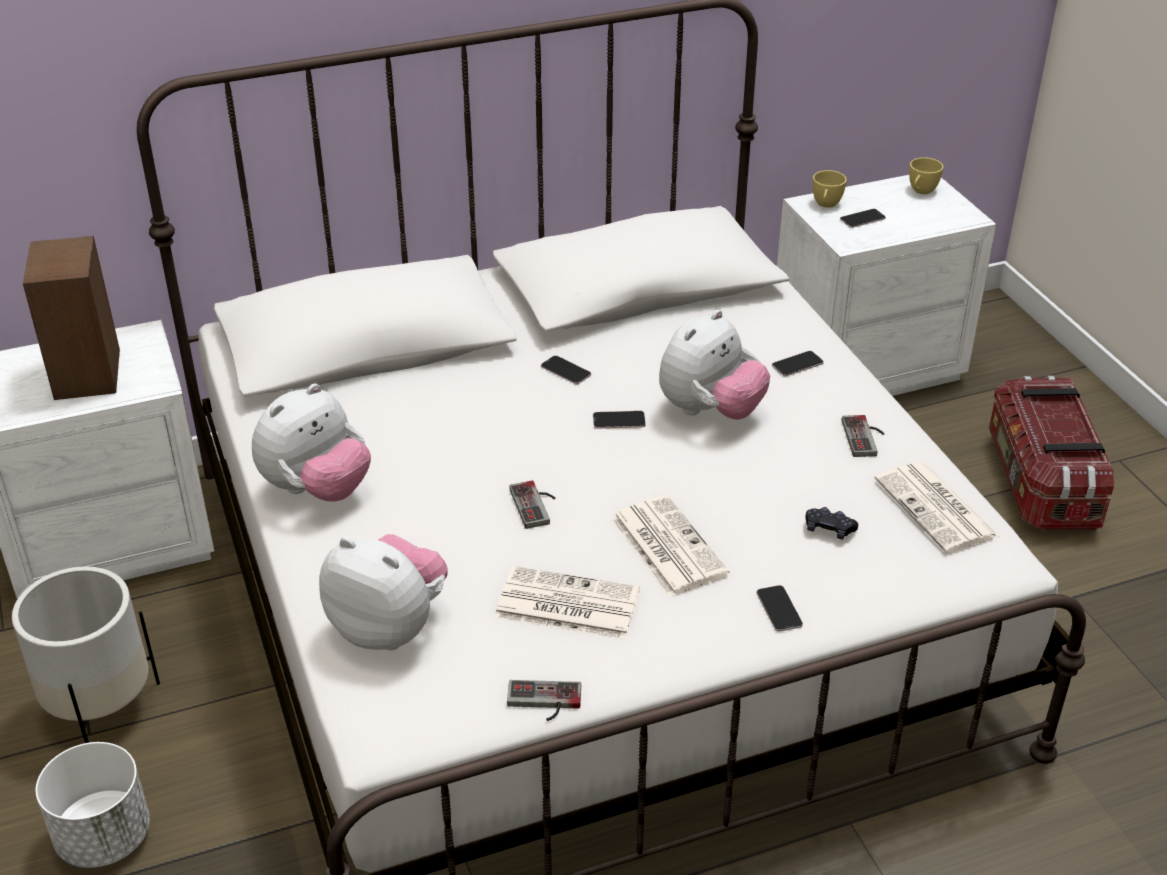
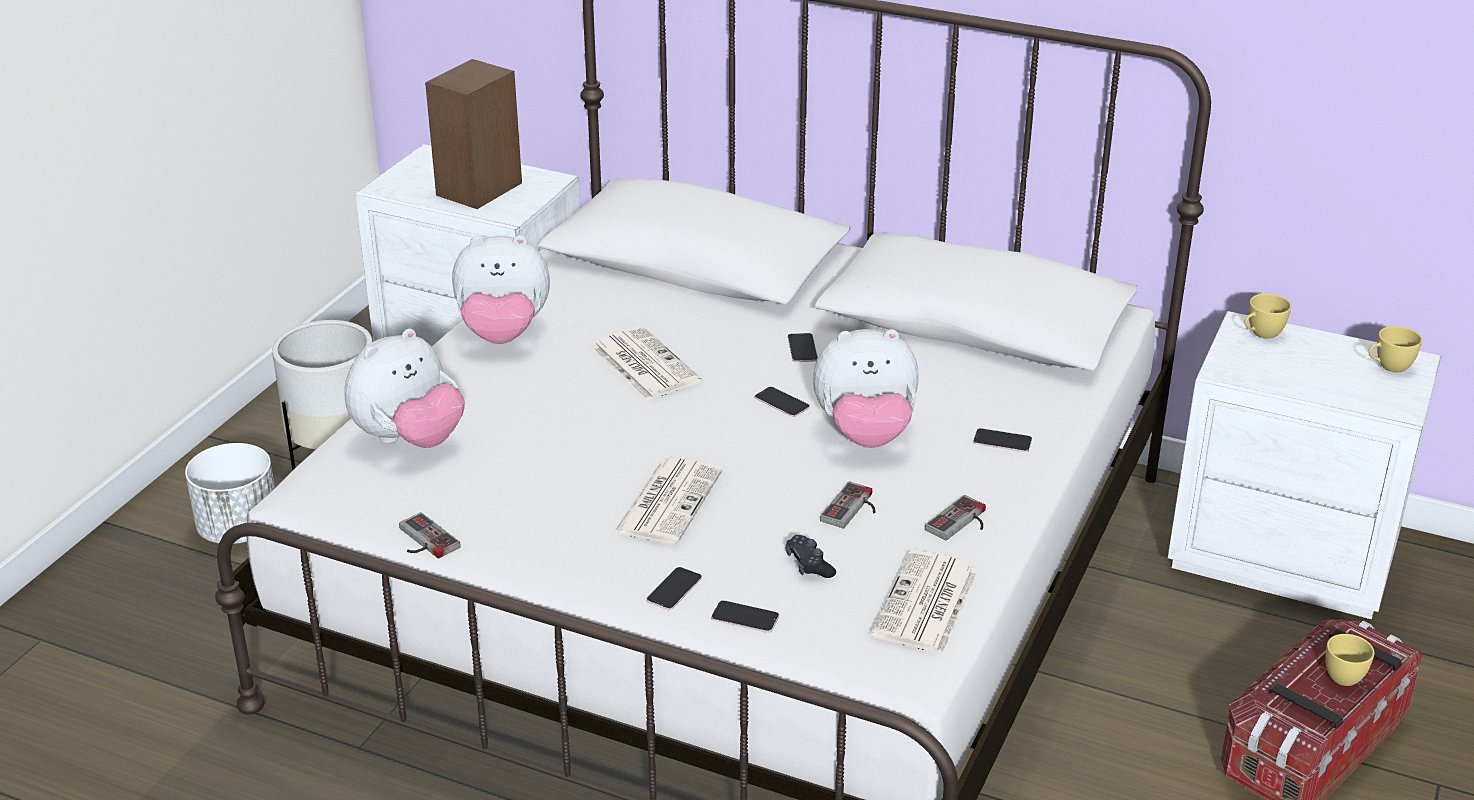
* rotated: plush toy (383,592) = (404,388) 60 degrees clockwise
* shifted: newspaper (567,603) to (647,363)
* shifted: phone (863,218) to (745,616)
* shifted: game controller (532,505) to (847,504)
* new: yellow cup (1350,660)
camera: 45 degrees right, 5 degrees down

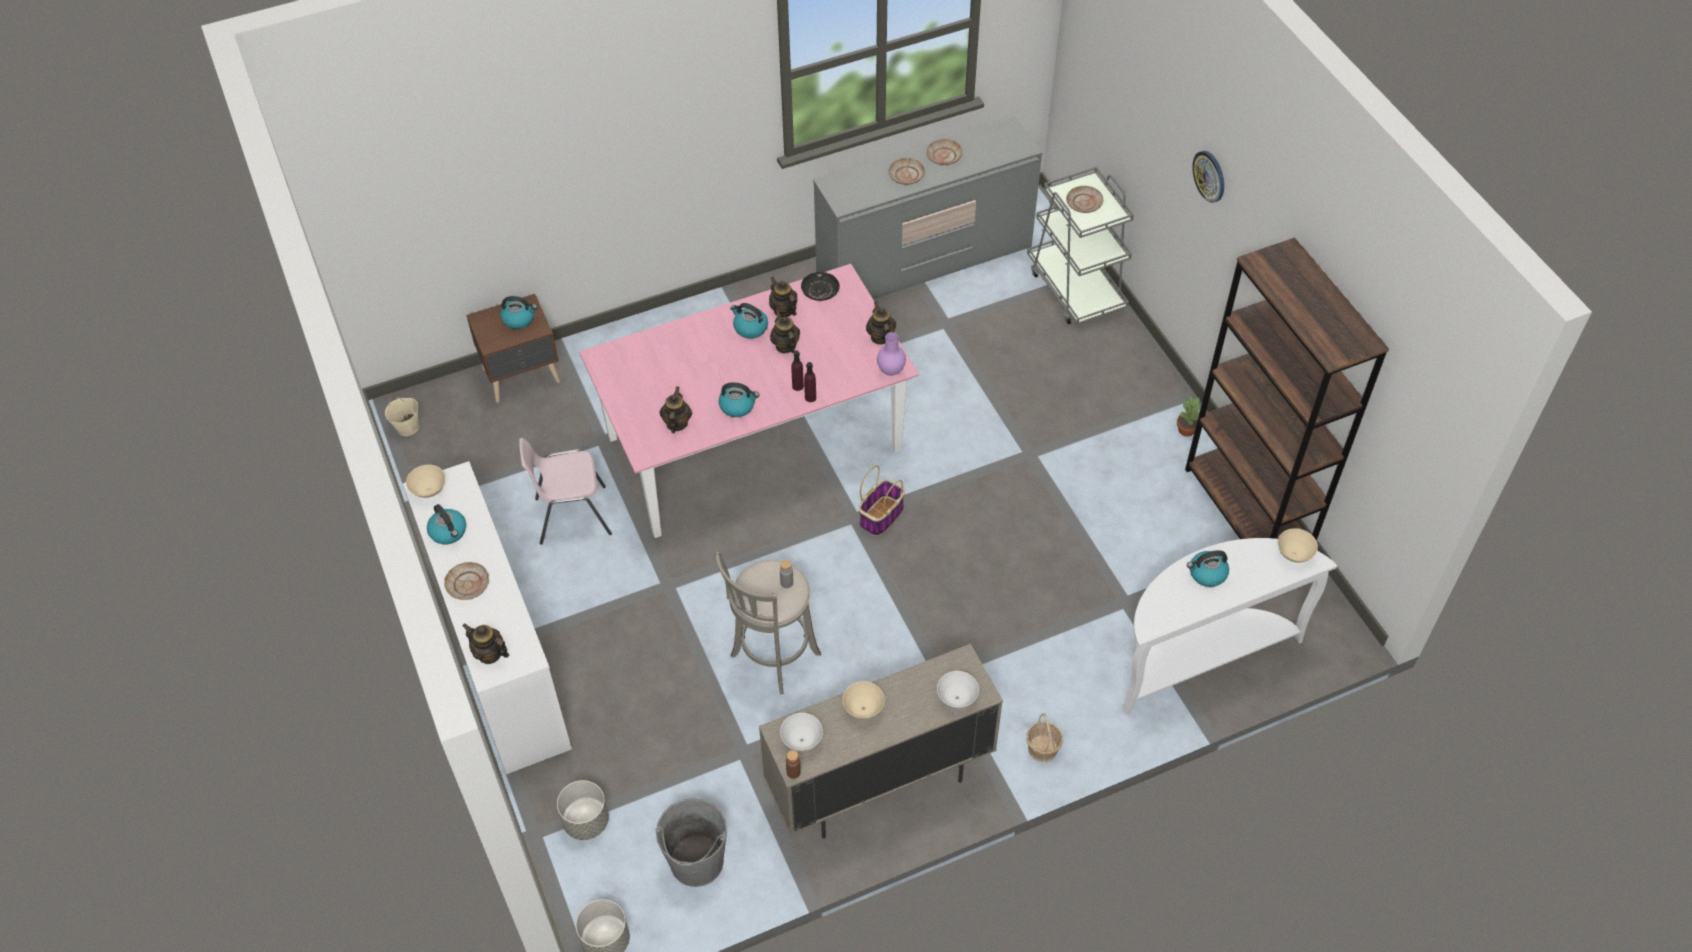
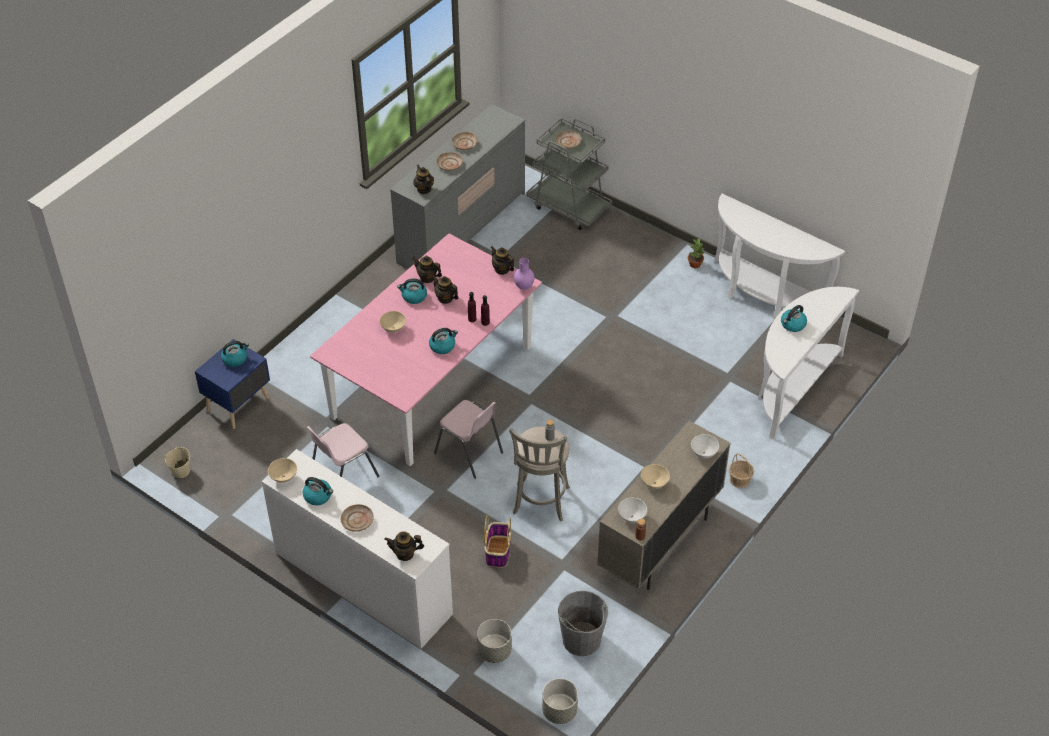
* repainted: brown nightstand (513,348) to blue nightstand (232,384)
* shifted: beige bowl (1298,545) to (393,322)
* shifted: teapot (676,409) to (423,179)
* new: pink chair (468,439)
* shifted: basket (881,500) to (497,541)
* swapped: brown bookcase (1287,389) to white console table (779,256)
* gone: black plate (820,286)
* gone: wall clock (1208,177)
camera: 30 degrees left, 5 degrees down

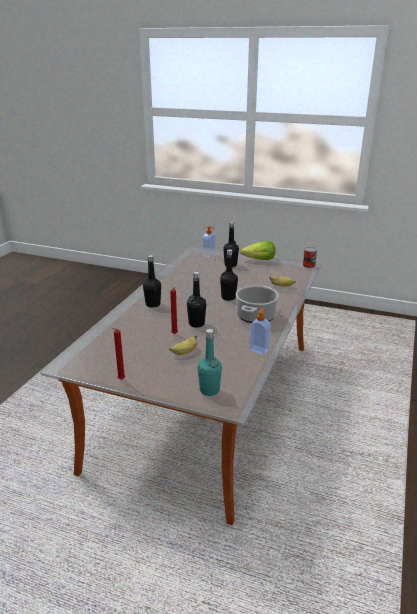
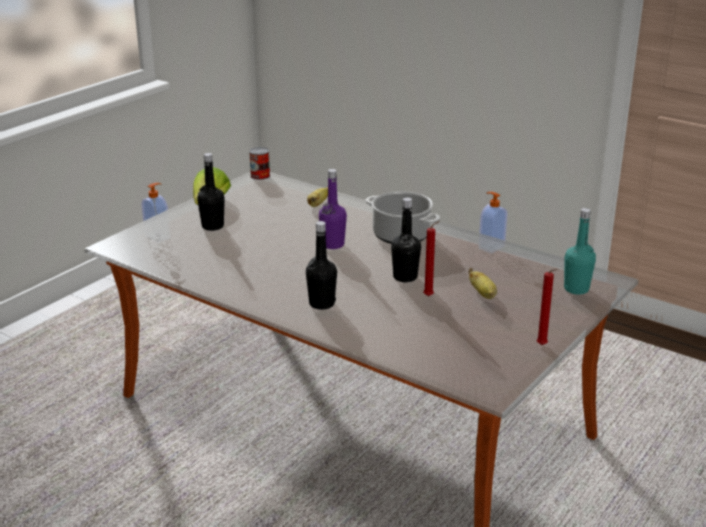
* repainted: black bottle (229,275) to purple bottle (333,209)
camera: 75 degrees left, 0 degrees up

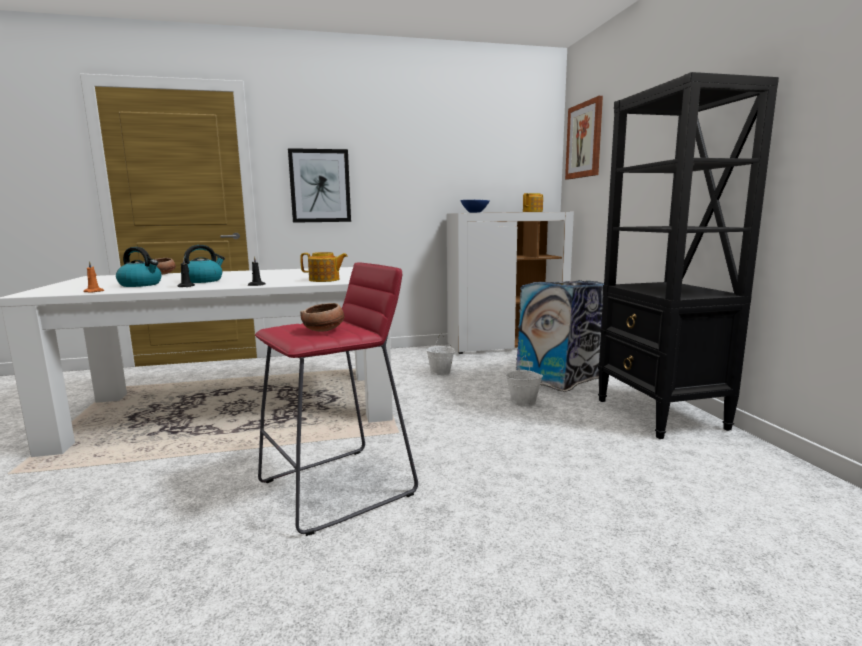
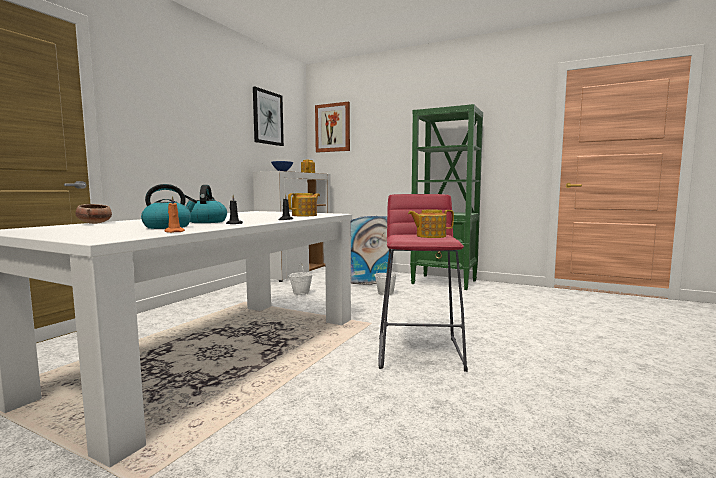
* shifted: picture (319,185) to (268,116)
* swapped: bowl (322,317) to teapot (431,224)
* repainted: black bookcase (688,255) to green bookcase (446,197)
camera: 50 degrees left, 5 degrees down

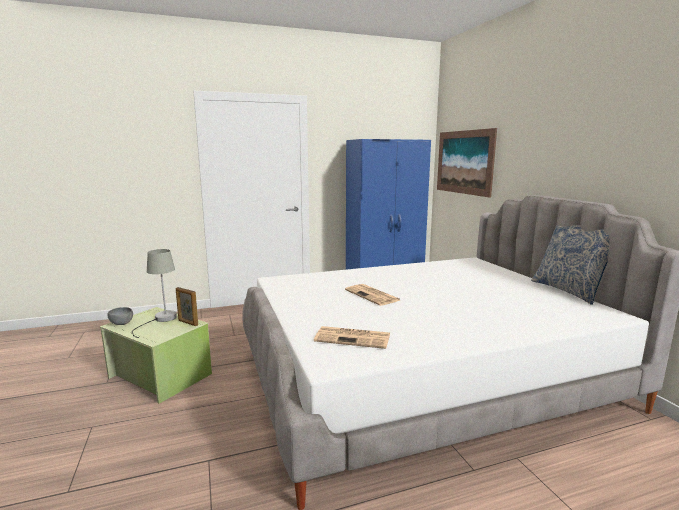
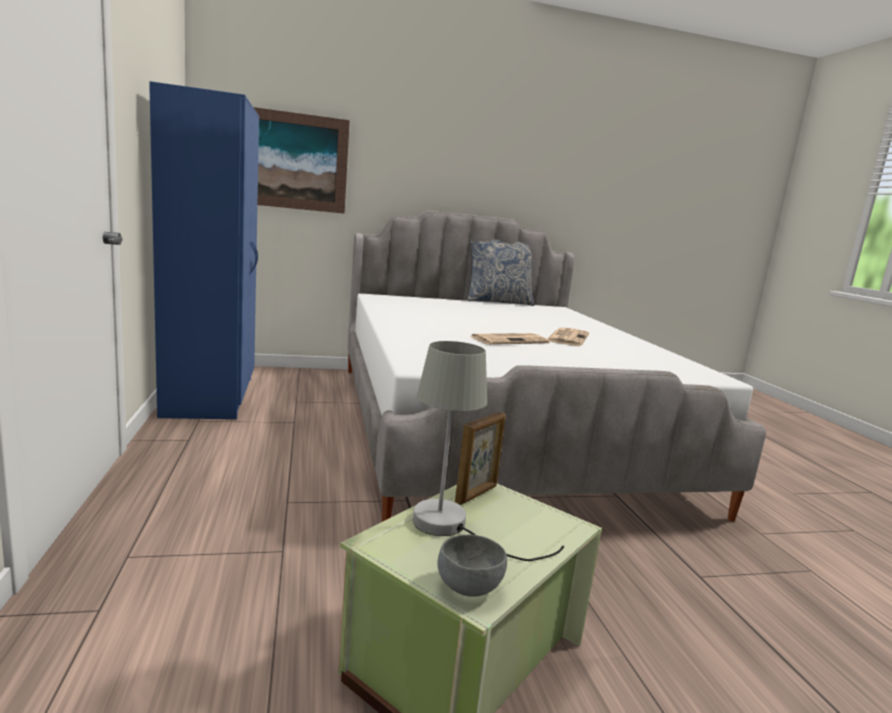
* shifted: newspaper (352,337) to (568,336)
camera: 85 degrees left, 0 degrees up

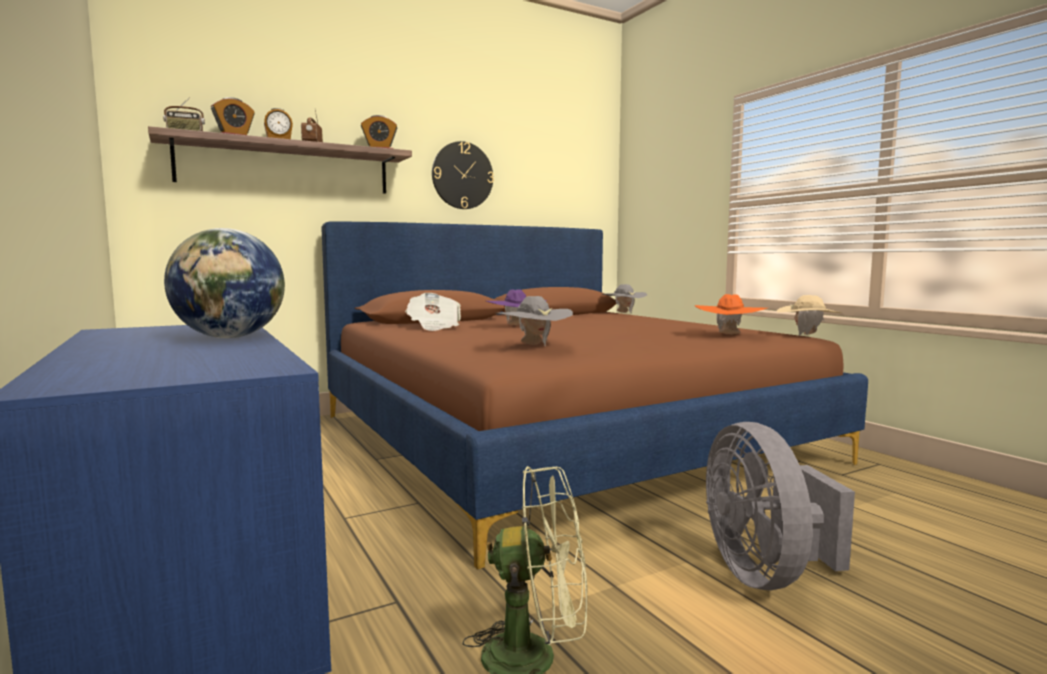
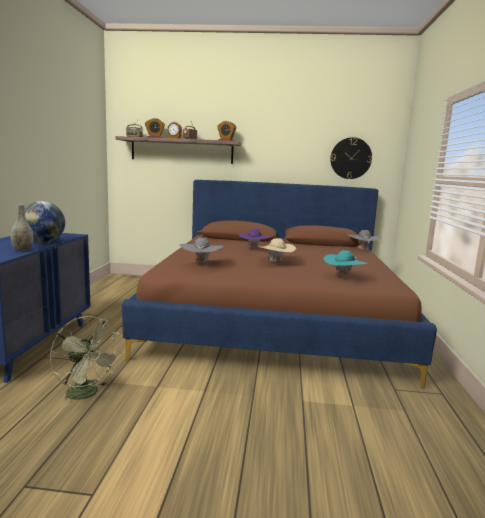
* new: grey vase (22,228)
* shifted: beige hat (809,315) to (278,250)
* repainted: orange hat (731,314) to turquoise hat (345,264)
* shifted: wall clock (463,175) to (351,158)
* gone: newspaper (433,312)
* gone: grey fan (780,506)
camera: 35 degrees right, 5 degrees up

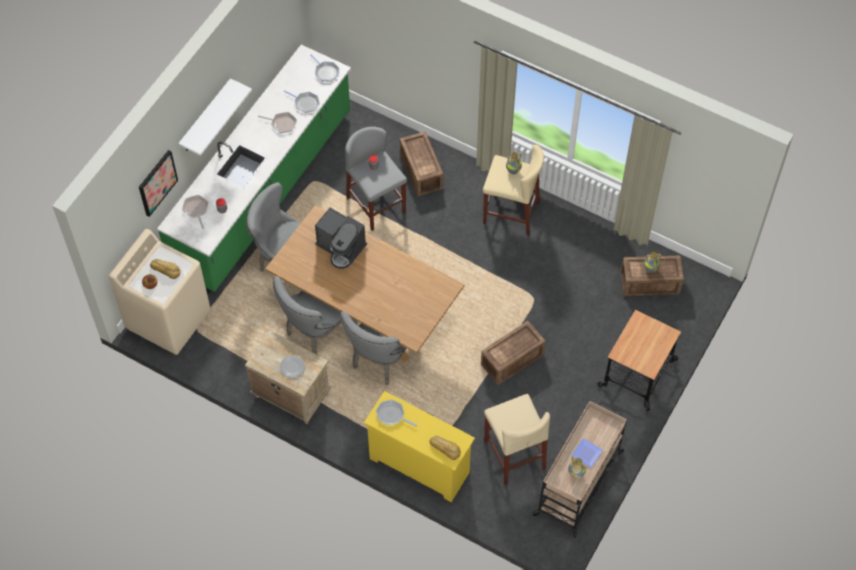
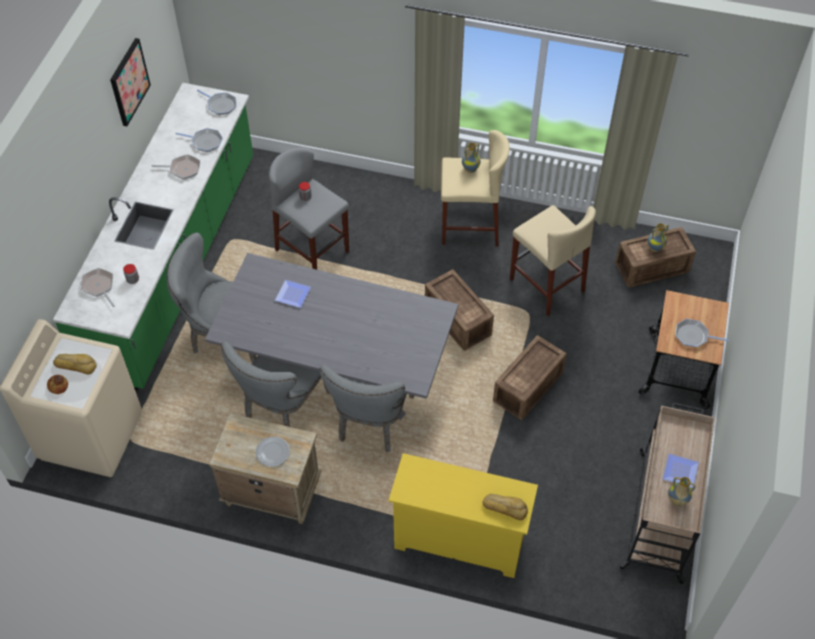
* shifted: picture (158,183) to (130,82)
* repainted: brown dining table (365,283) to grey dining table (331,336)
* swapped: coffee machine (341,238) to plate (293,294)
* shifted: crate (421,163) to (459,310)
* shifted: beige stool (517,439) to (553,260)
* shifted: frying pan (396,413) to (702,333)
* gone: white shelf (215,117)
camera: 15 degrees left, 5 degrees down

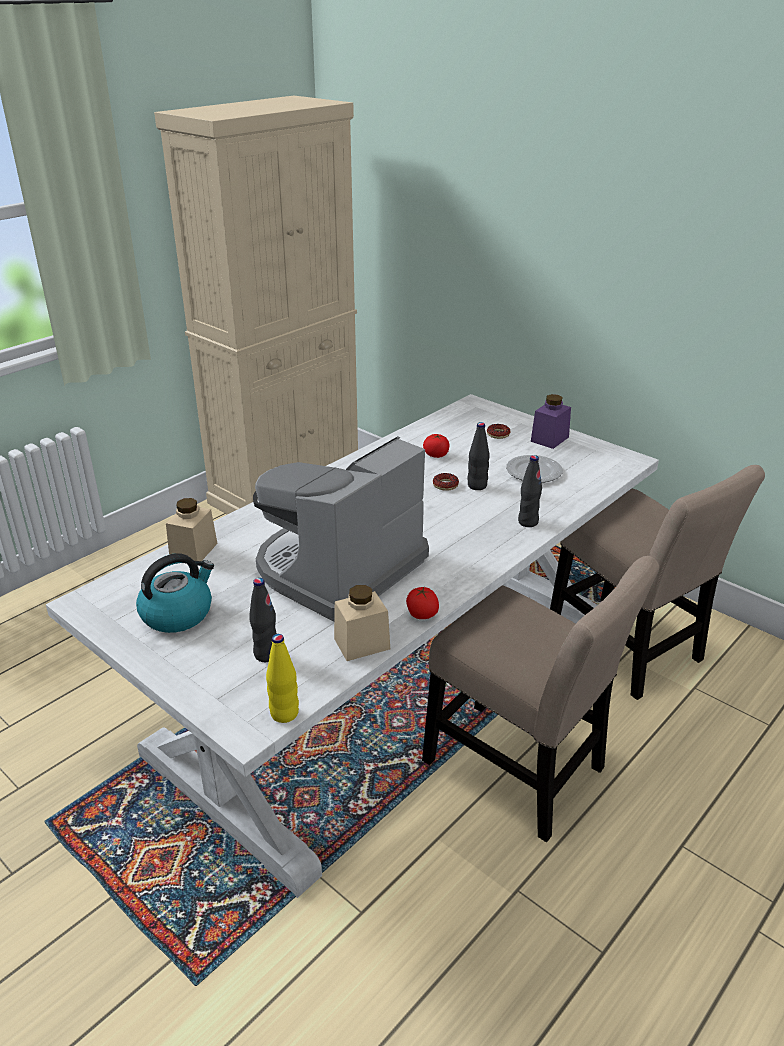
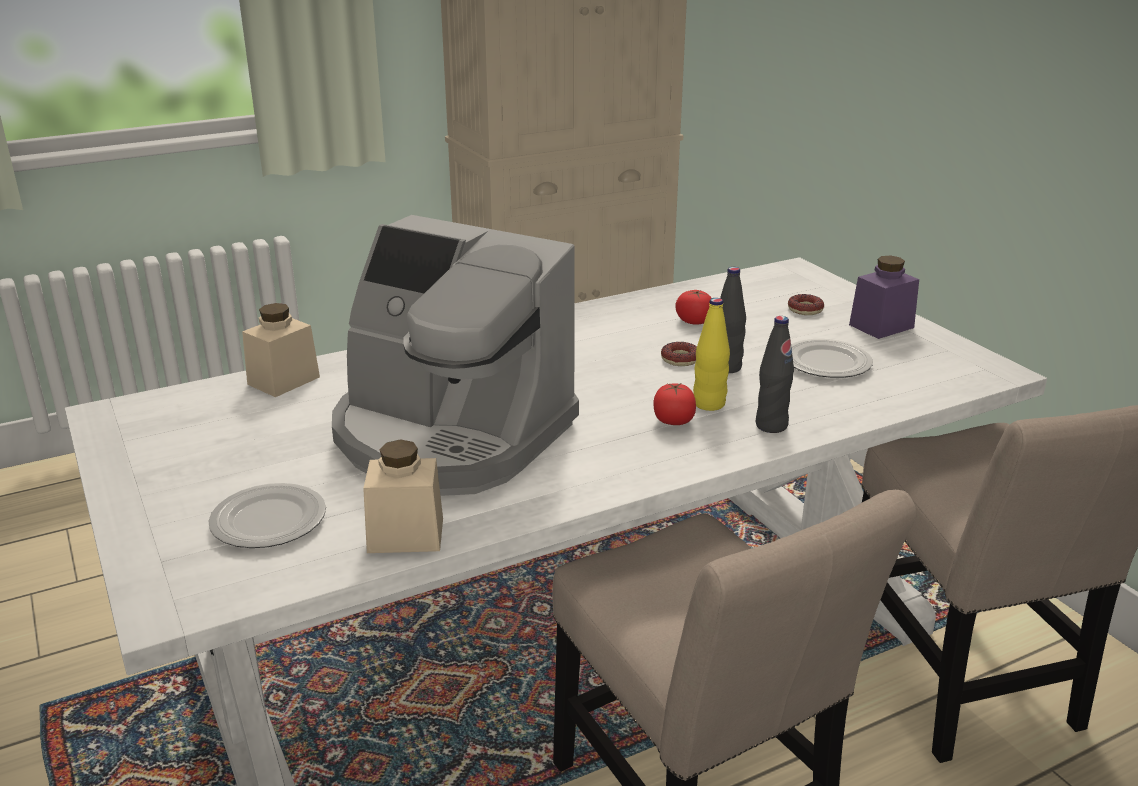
* swapped: black bottle (263,620) to plate (267,515)
* rotated: coffee machine (341,529) = (455,355) 120 degrees counterclockwise
* shifted: tomato (422,603) to (674,404)
* shifted: yellow bottle (282,678) to (711,354)
* gone: kettle (175,593)
camera: 20 degrees right, 5 degrees down

